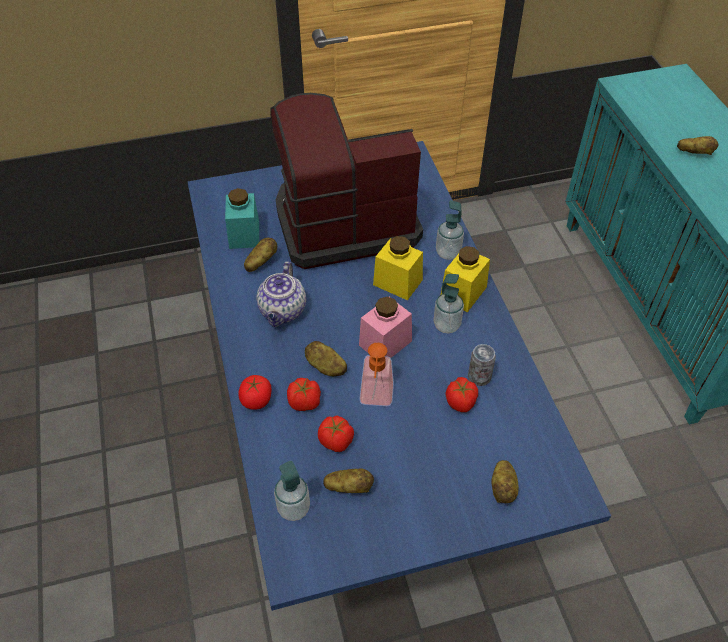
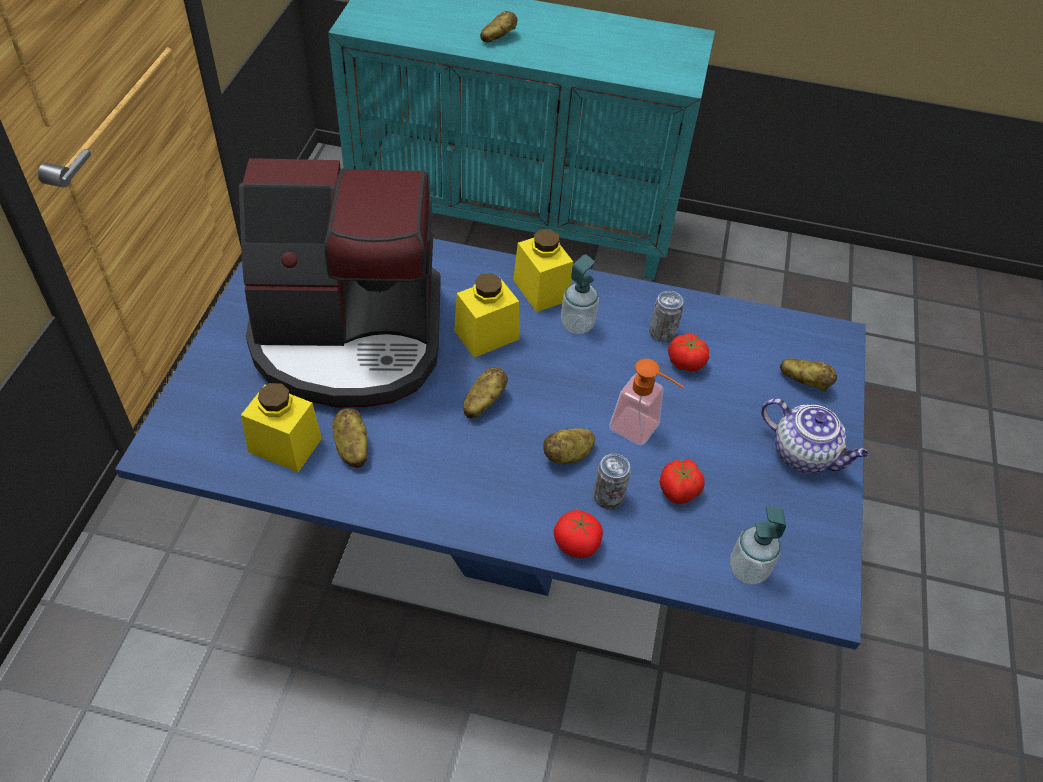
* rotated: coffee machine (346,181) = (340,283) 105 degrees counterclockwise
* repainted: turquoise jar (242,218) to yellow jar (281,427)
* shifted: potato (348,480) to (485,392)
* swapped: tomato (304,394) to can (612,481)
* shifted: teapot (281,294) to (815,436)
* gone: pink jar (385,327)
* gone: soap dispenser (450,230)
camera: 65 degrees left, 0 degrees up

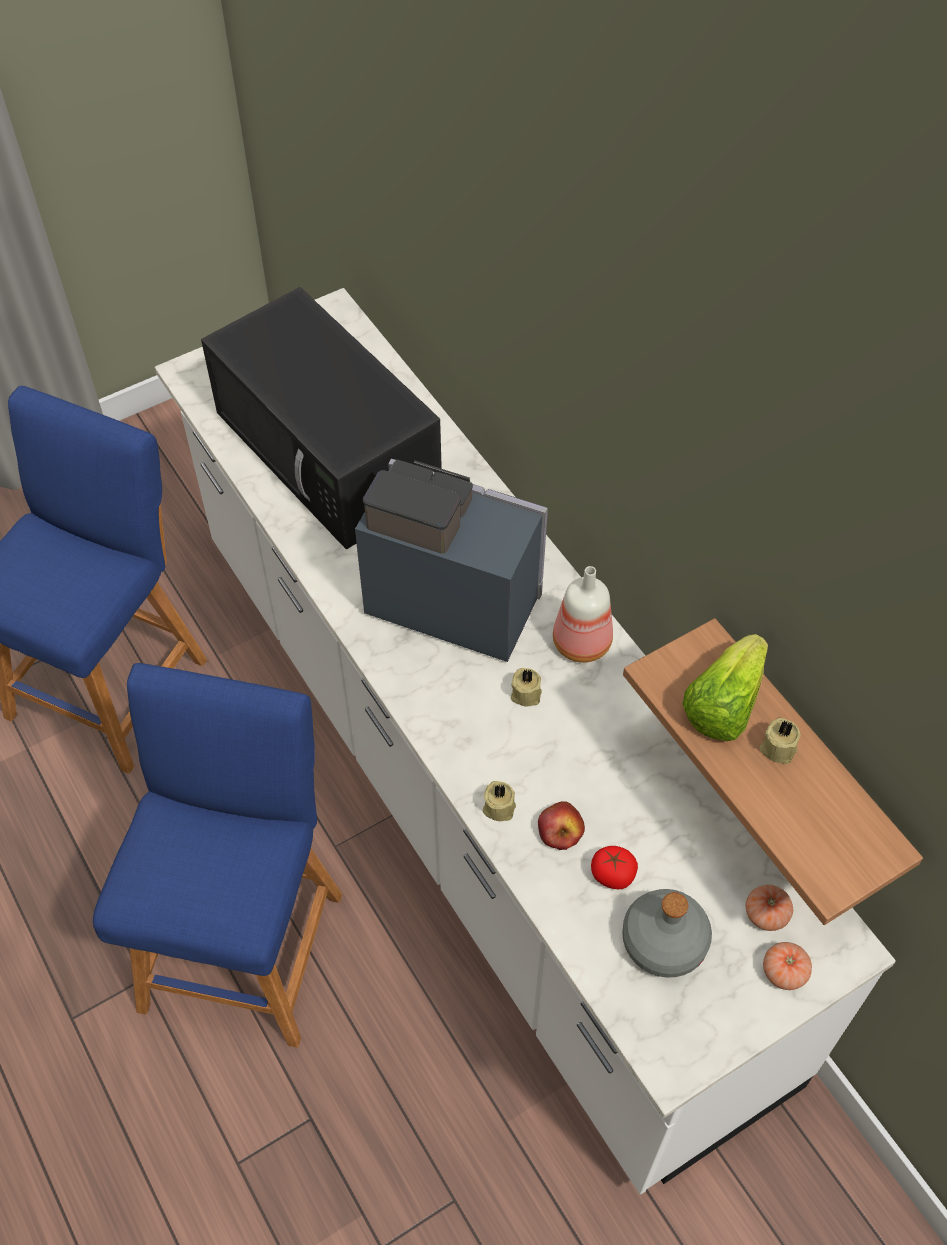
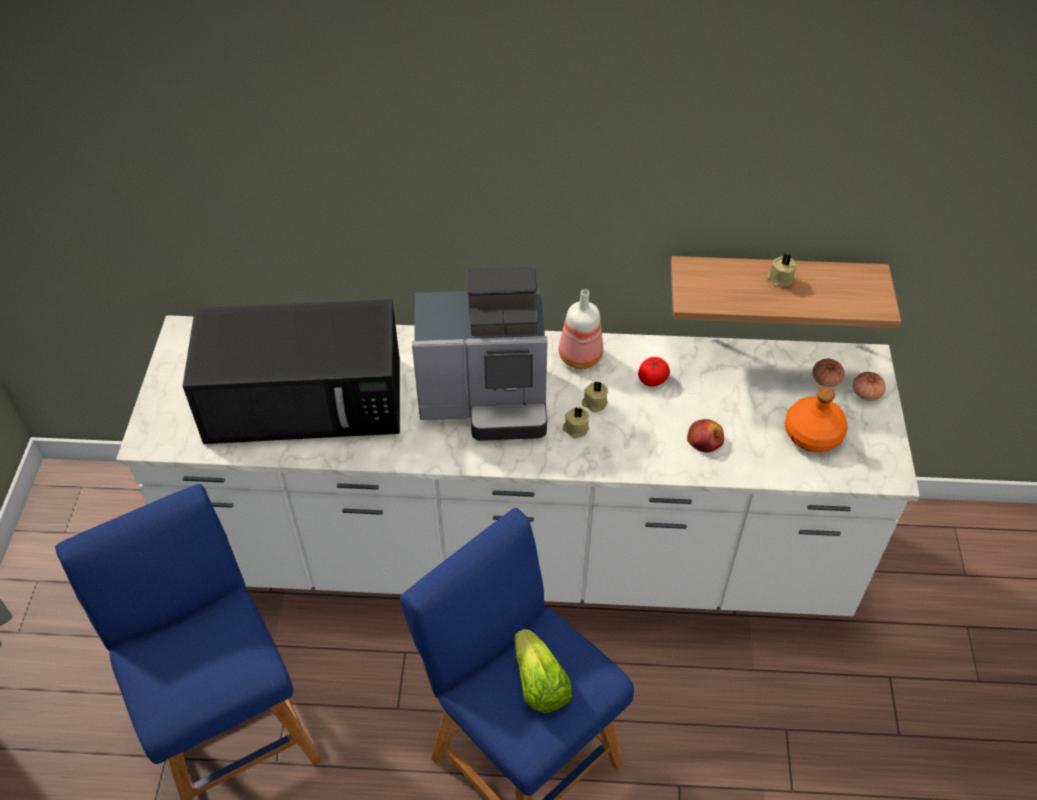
* rotated: coffee machine (451,560) = (480,354) 150 degrees counterclockwise
* shifted: lettuce (725,687) to (543,671)
* shifted: beige candle (499,801) to (576,422)
* shifted: tomato (614,867) to (654,372)
* repainted: grey bottle (667,933) to orange bottle (816,419)
camera: 55 degrees left, 5 degrees down

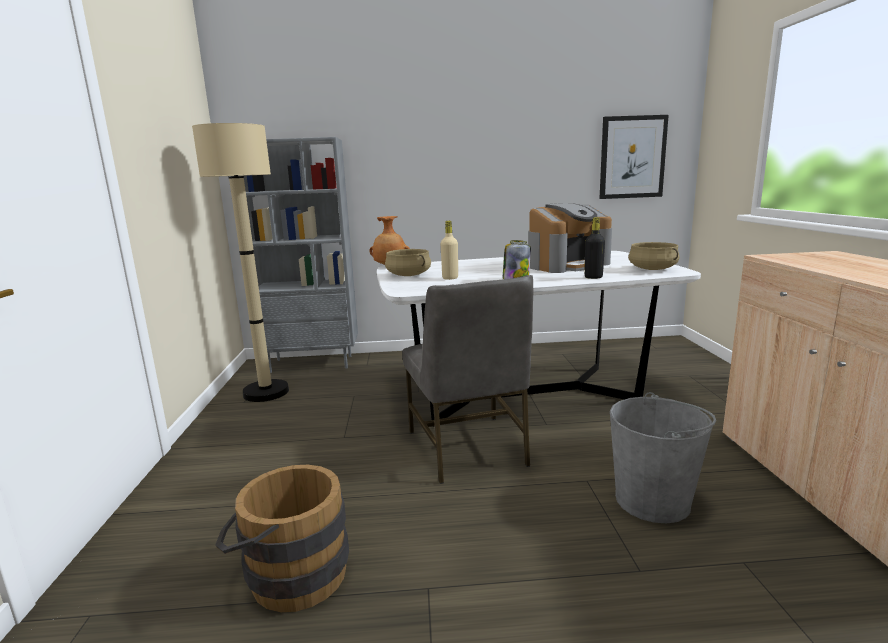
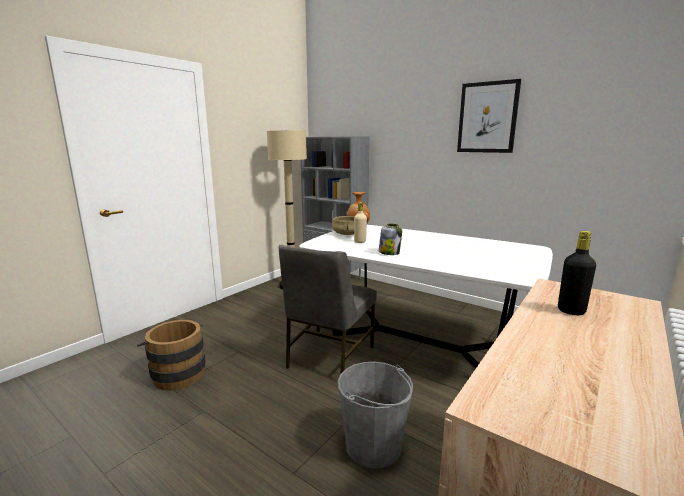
* shifted: picture (634,157) to (489,116)
* shifted: black bottle (595,248) to (577,273)
* gone: coffee machine (570,238)
* gone: beige cooking pot (653,256)
camera: 40 degrees right, 0 degrees up

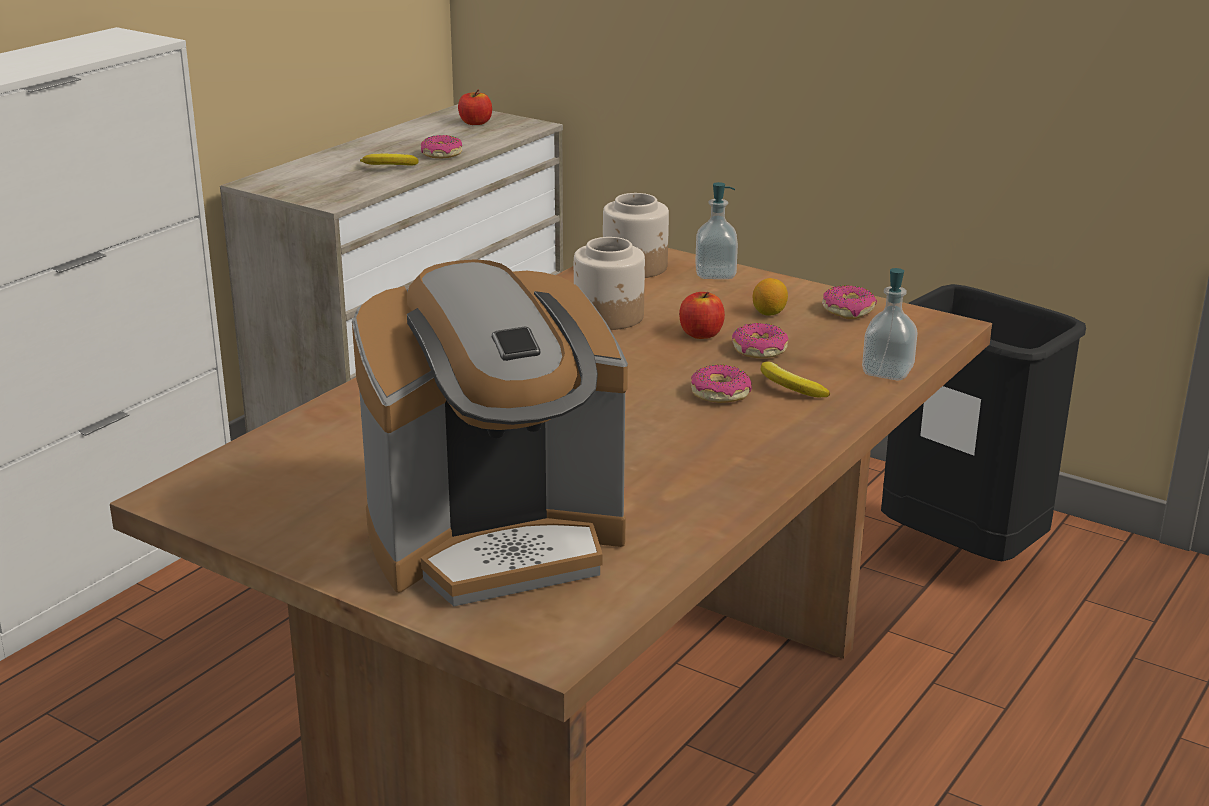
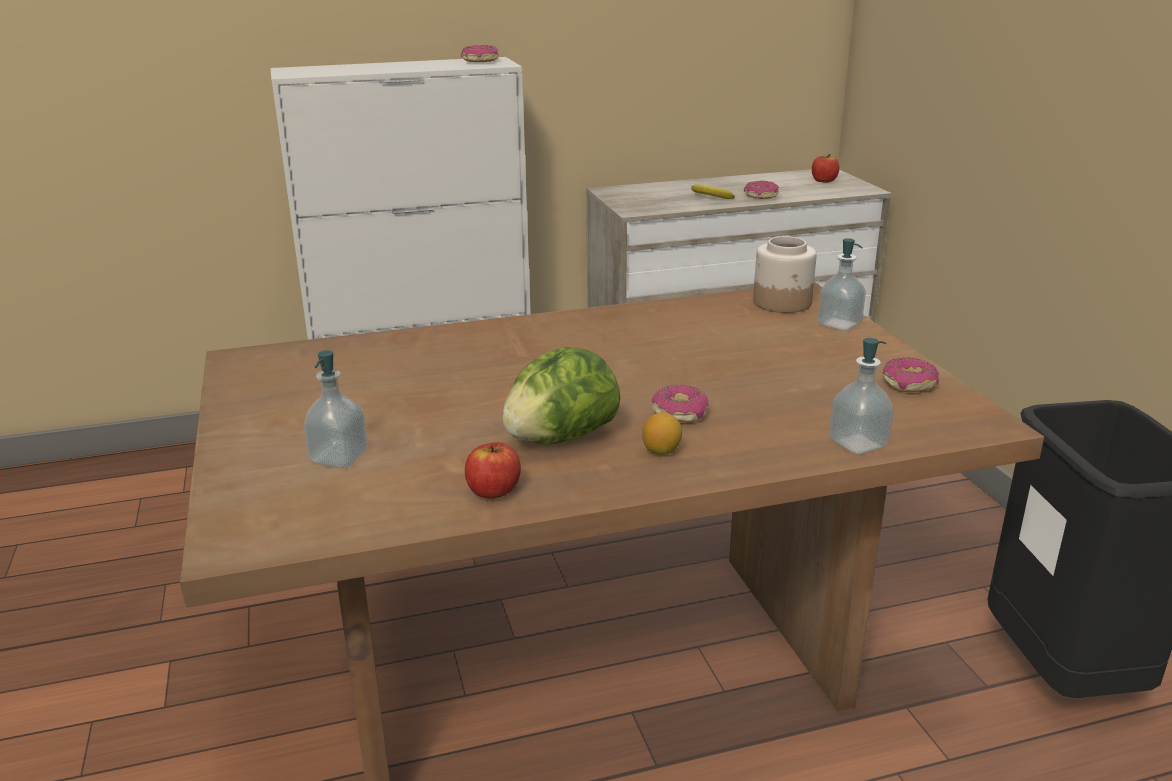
* swapped: coffee machine (490,432) to soap dispenser (335,409)
* shifted: donut (760,340) to (479,53)
* shifted: apple (702,315) to (493,470)
* new: lettuce (561,396)
* shifted: lemon (770,297) to (662,433)
* gone: jar (609,283)
* gone: banana (795,379)
camera: 40 degrees right, 0 degrees up

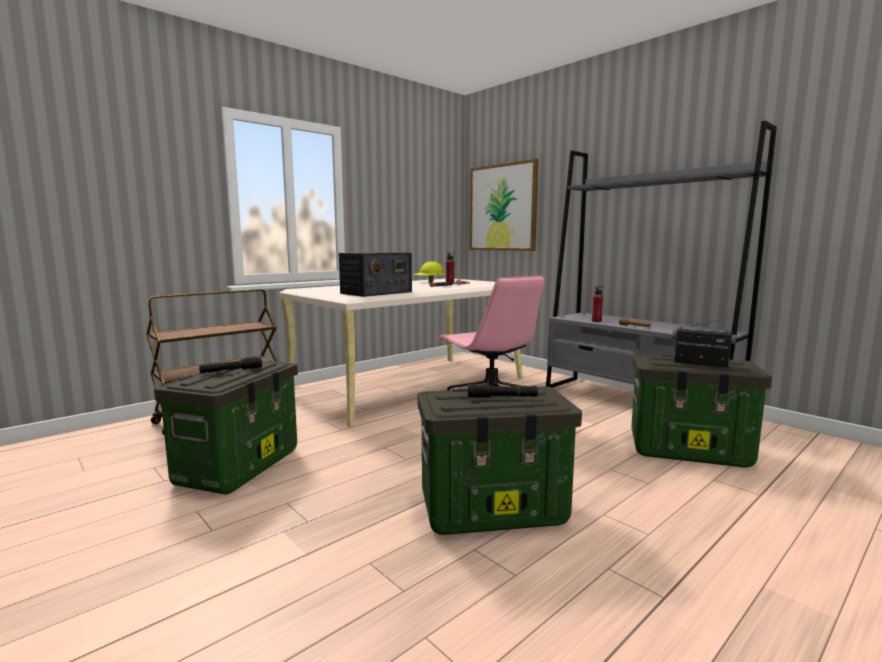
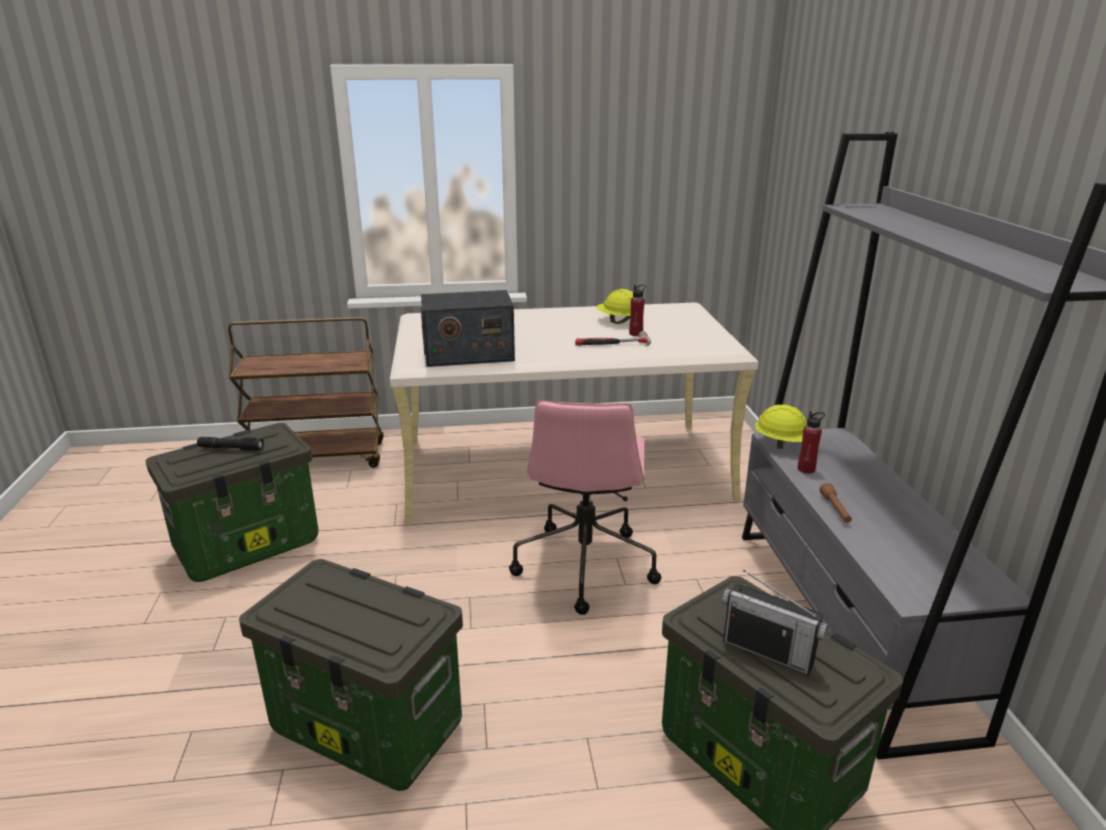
* rotated: radio (704,343) = (775,623) 150 degrees clockwise
* new: yellow hard hat (781,427)
* gone: black flashlight (503,391)
* gone: picture (504,204)
camera: 35 degrees right, 15 degrees up

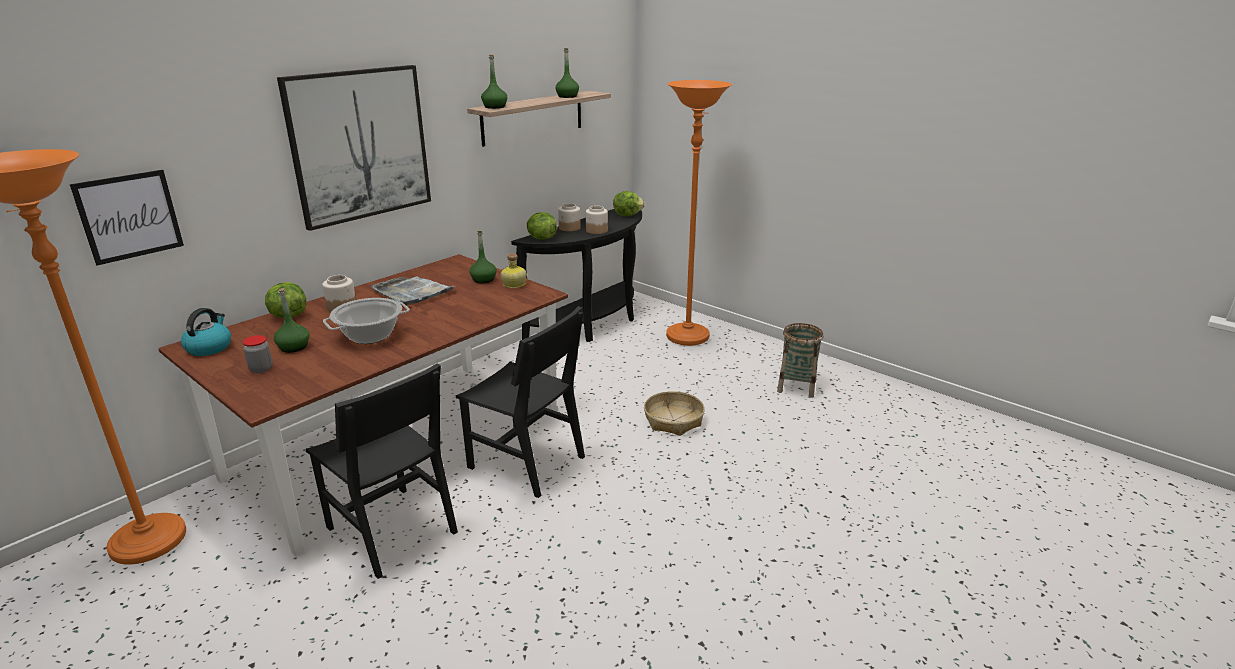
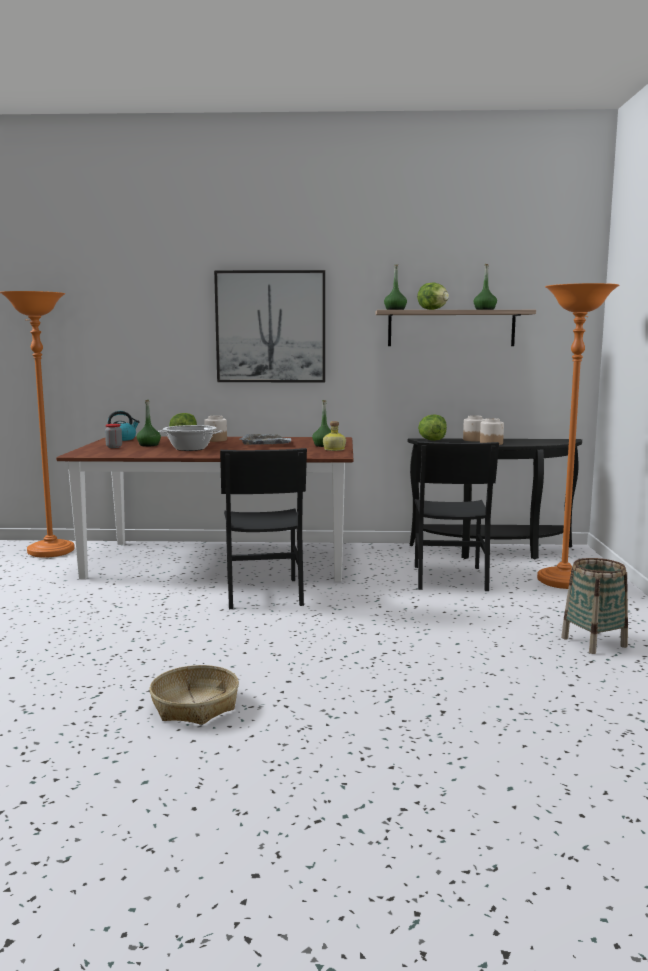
* shifted: basket (674,413) to (194,695)
* shifted: black chair (382,471) to (457,516)
* shifted: lettuce (629,203) to (433,296)
* gone: picture (127,218)
camera: 50 degrees right, 15 degrees down

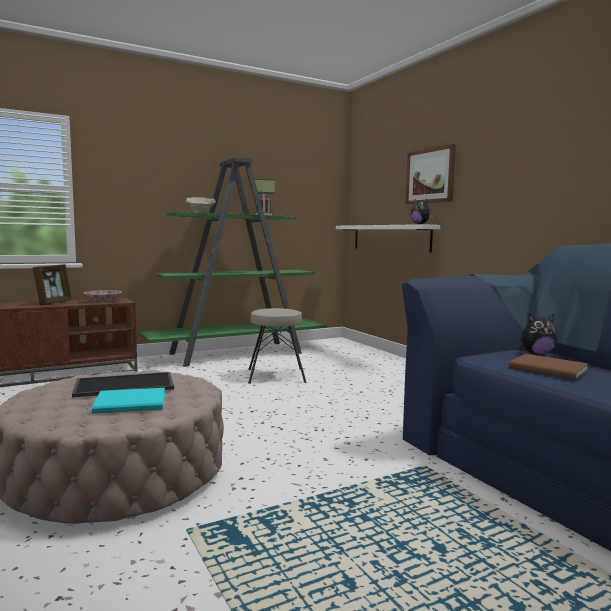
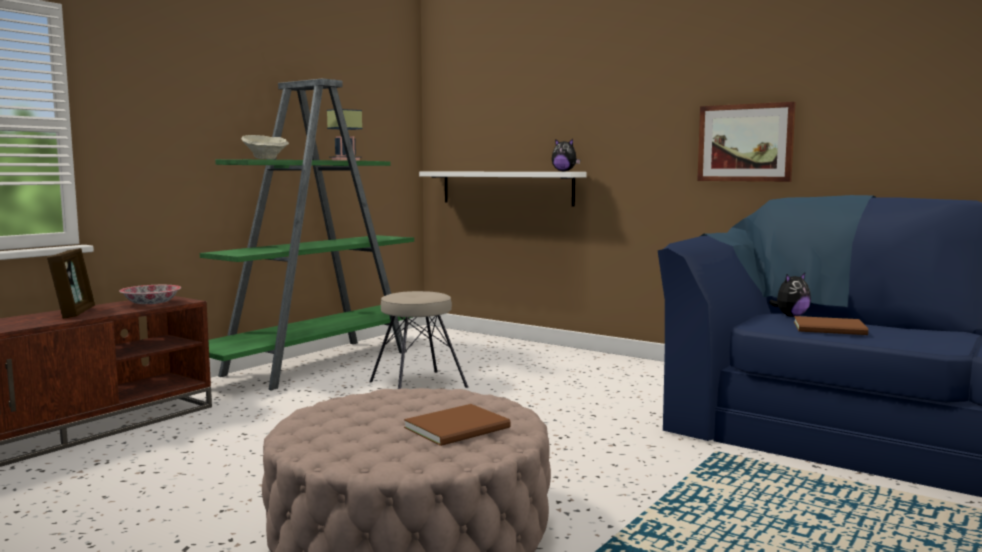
* repainted: turquoise book (128,401) to brown book (457,425)
* shifted: picture (431,174) to (746,142)
* gone: tray (123,385)
camera: 25 degrees left, 0 degrees up

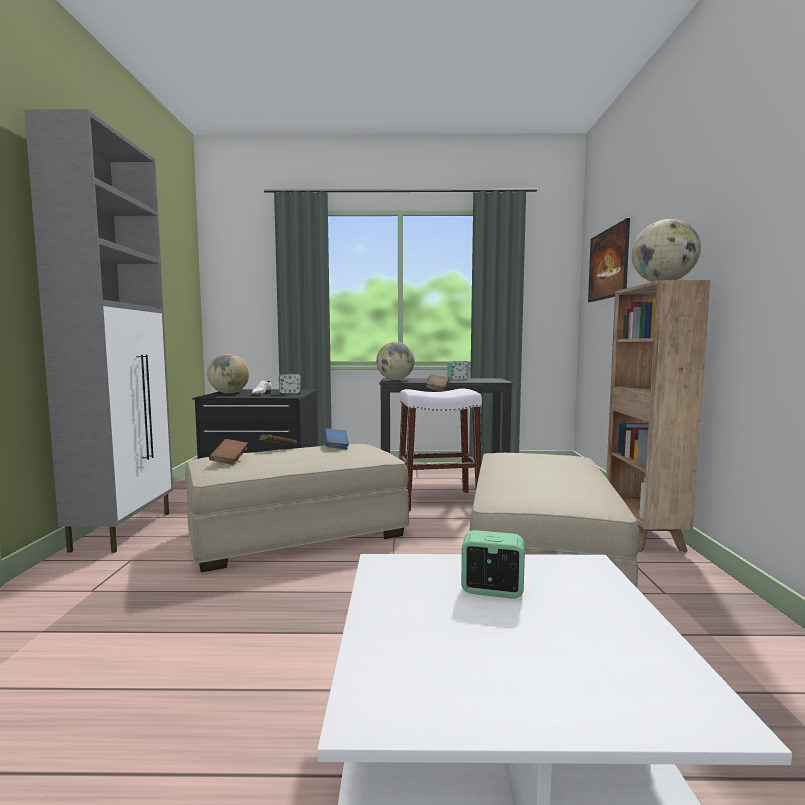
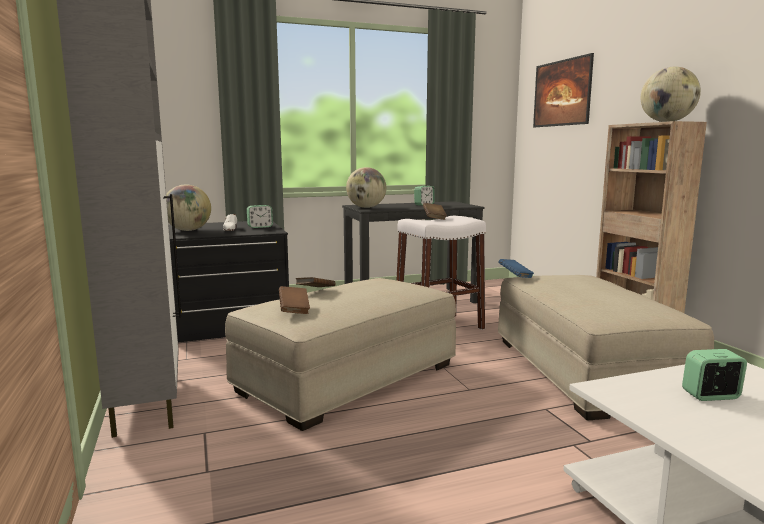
* shifted: blue book (336,438) to (516,268)
camera: 20 degrees left, 5 degrees up

